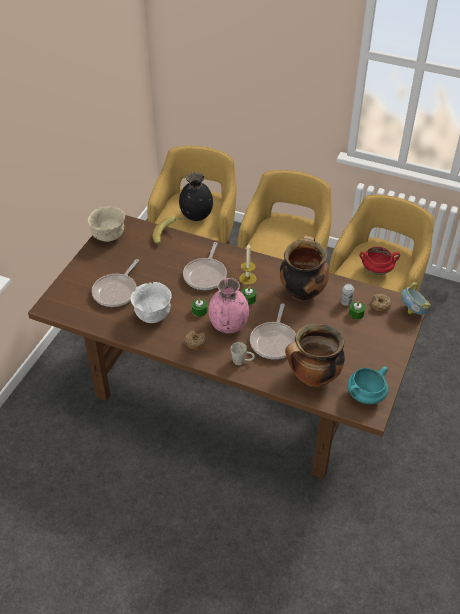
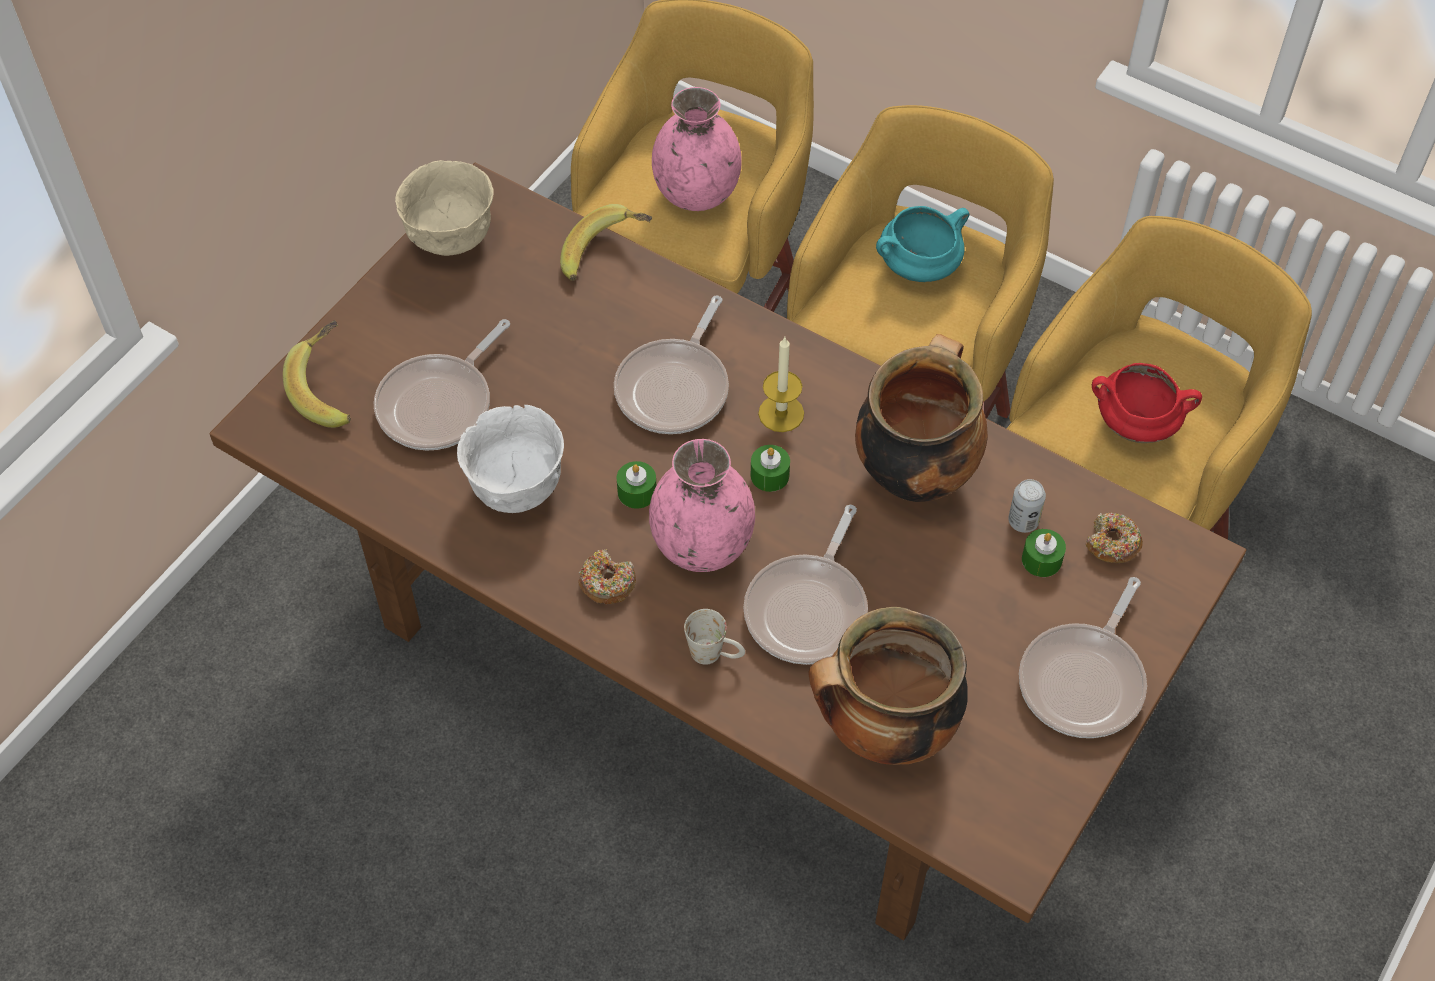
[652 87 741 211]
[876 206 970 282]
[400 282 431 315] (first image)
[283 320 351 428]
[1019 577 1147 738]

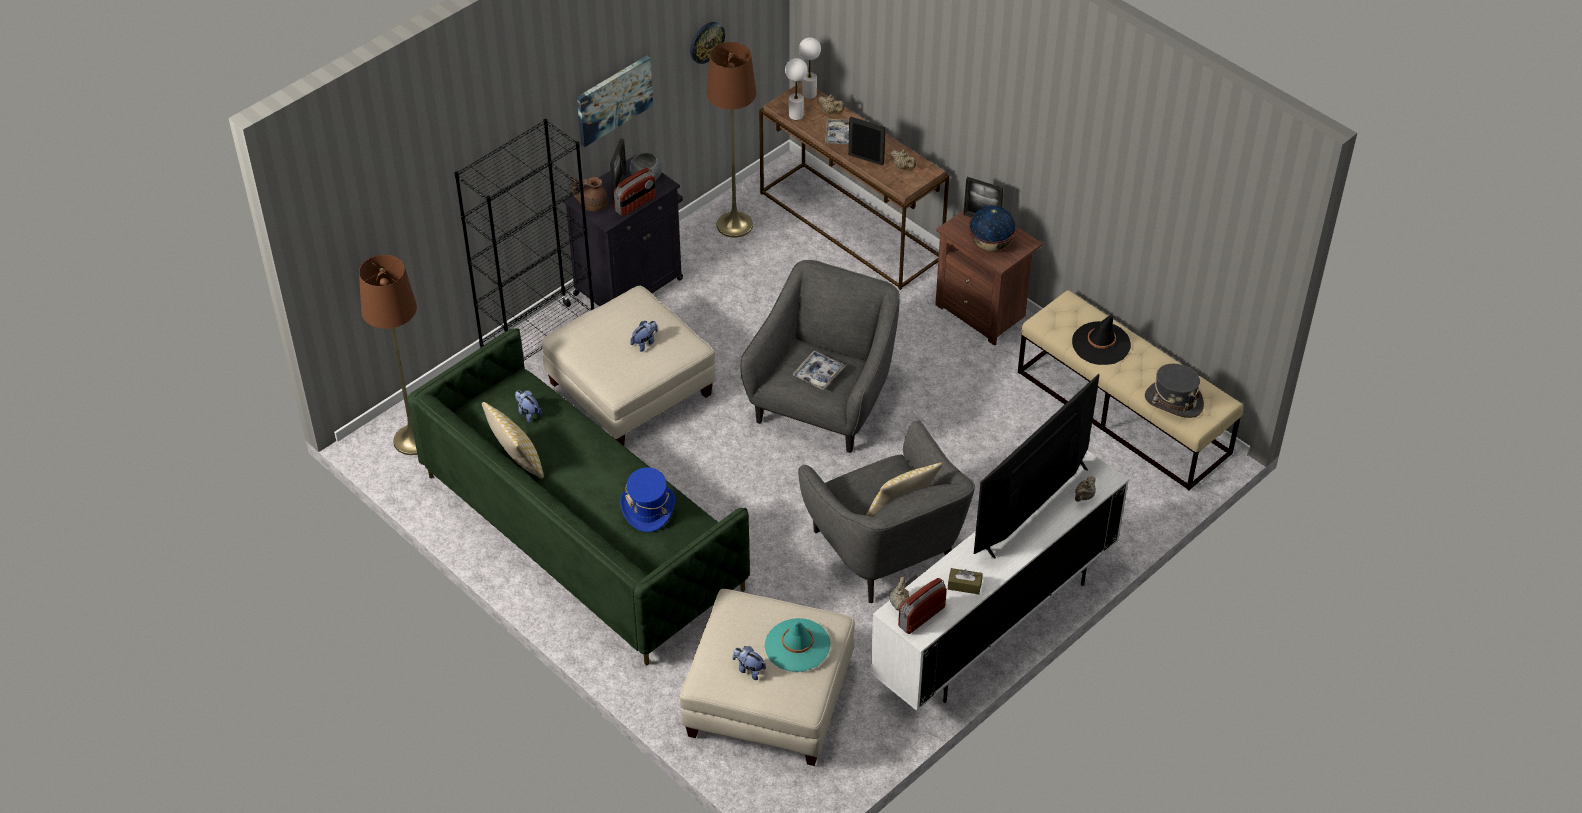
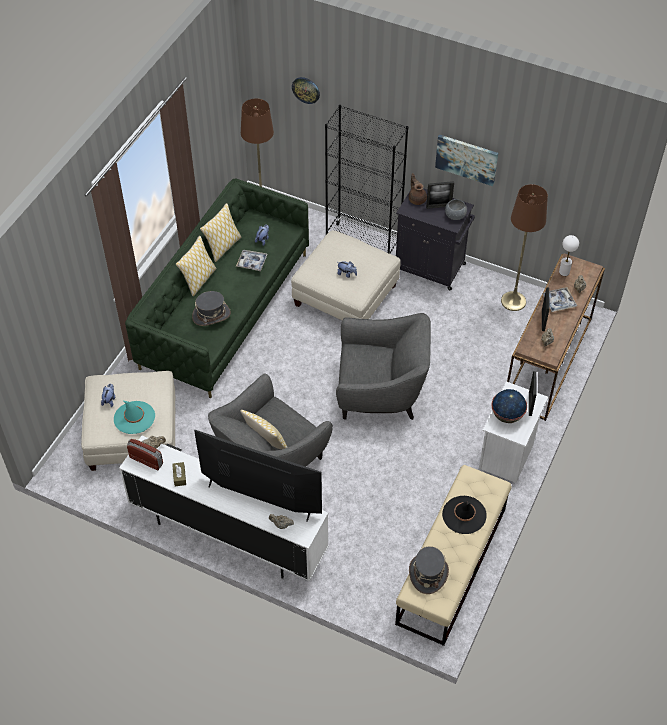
[613 168 656 216] (first image)
[192 291 231 326]
[292 77 320 104]
[236 250 268 271]
[799 37 821 99] (first image)
[478 381 548 483]
[176 236 216 296]

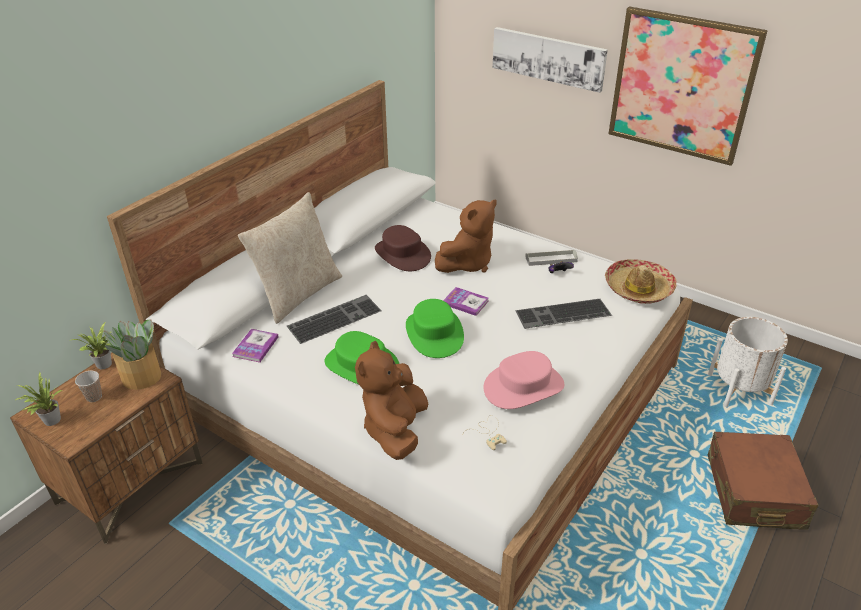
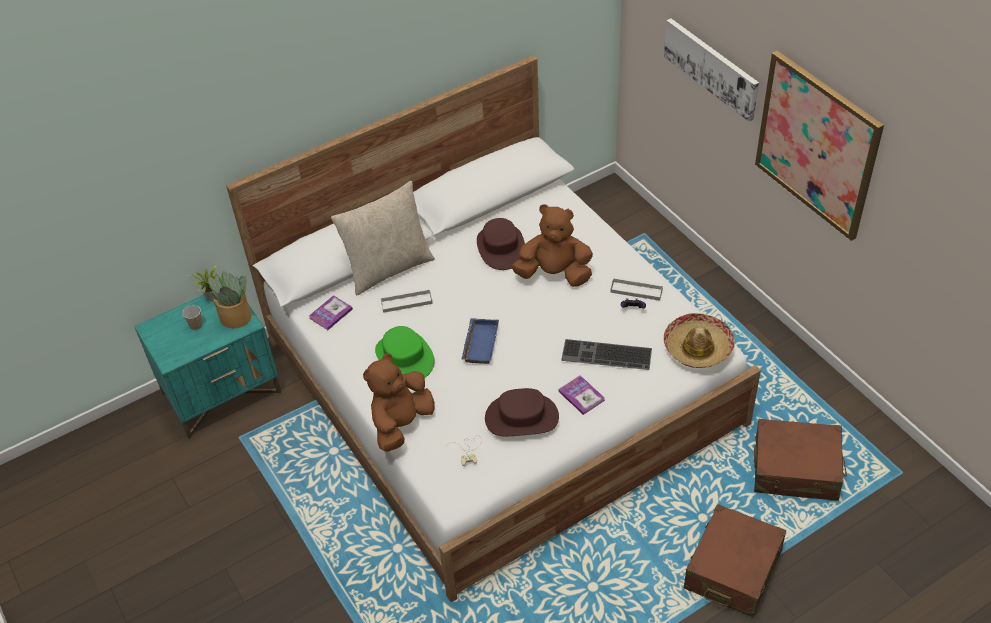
[134 295 282 439]
[15 372 62 426] (first image)
[381 289 433 313]
[462 318 499 364]
[512 204 593 287]
[558 375 605 415]
[485 388 559 436]
[754 419 847 501]

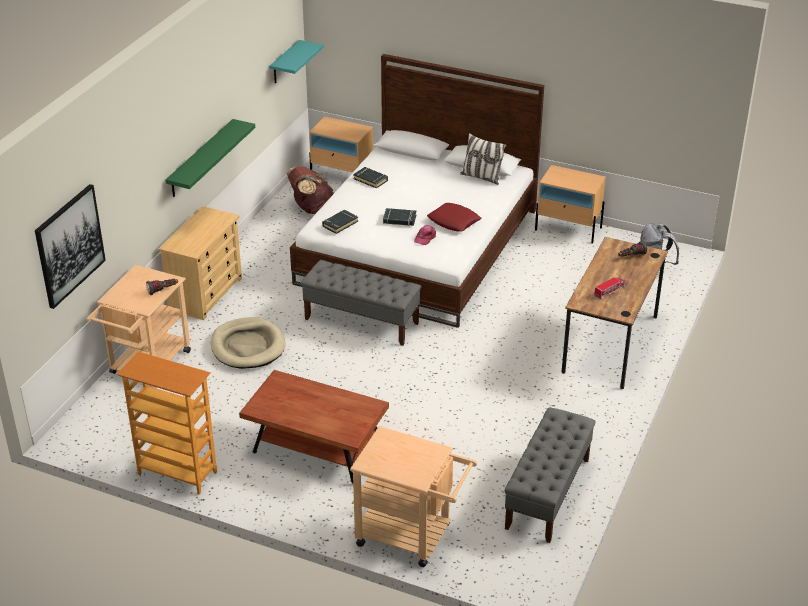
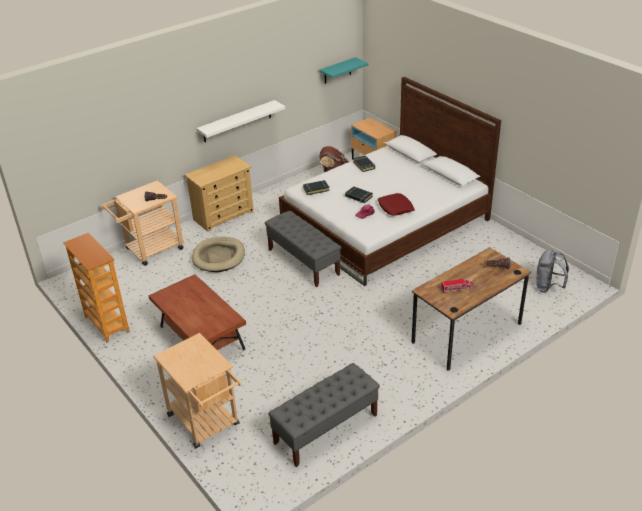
[35 184 106 309] (first image)
[196 100 285 142]
[460 133 506 185] (first image)
[535 165 606 243] (first image)

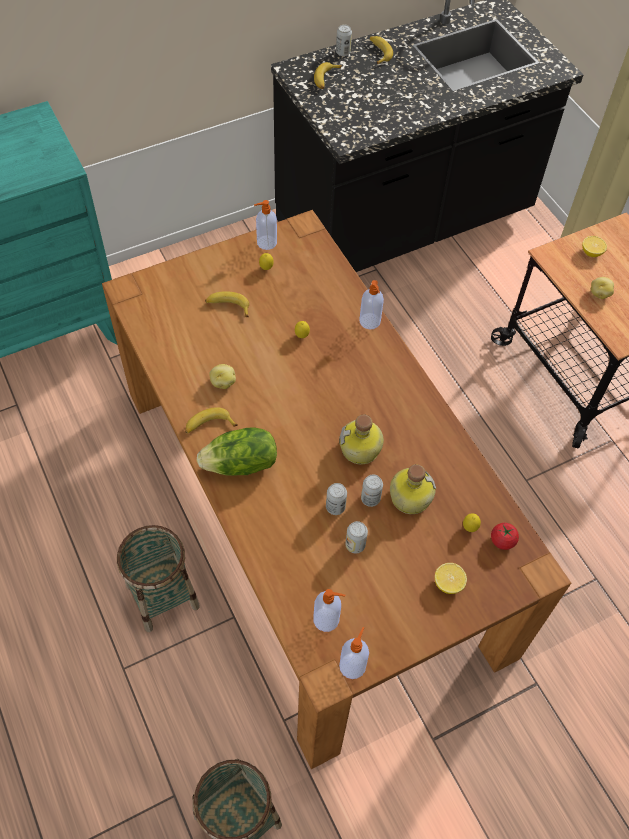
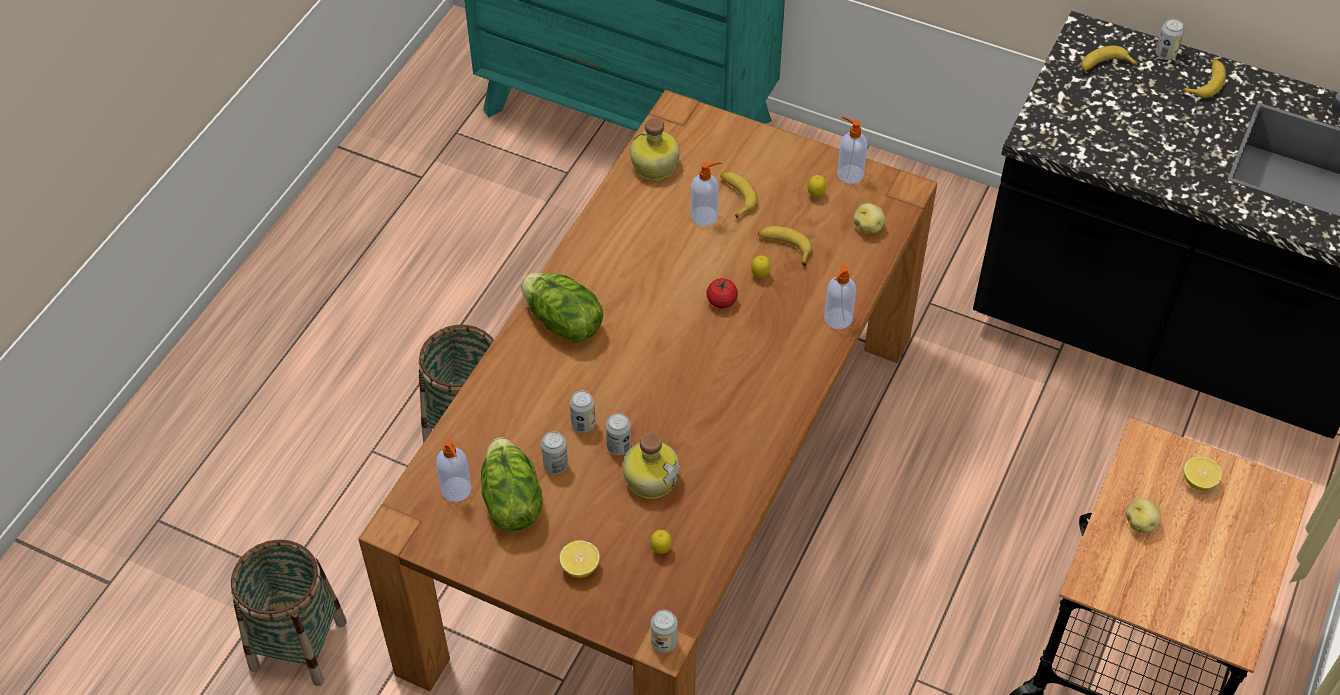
[758 226 812 266]
[853 203 885 234]
[630 118 680 180]
[691 162 722 226]
[706 278 738 308]
[481 437 543 531]
[651 610 678 653]

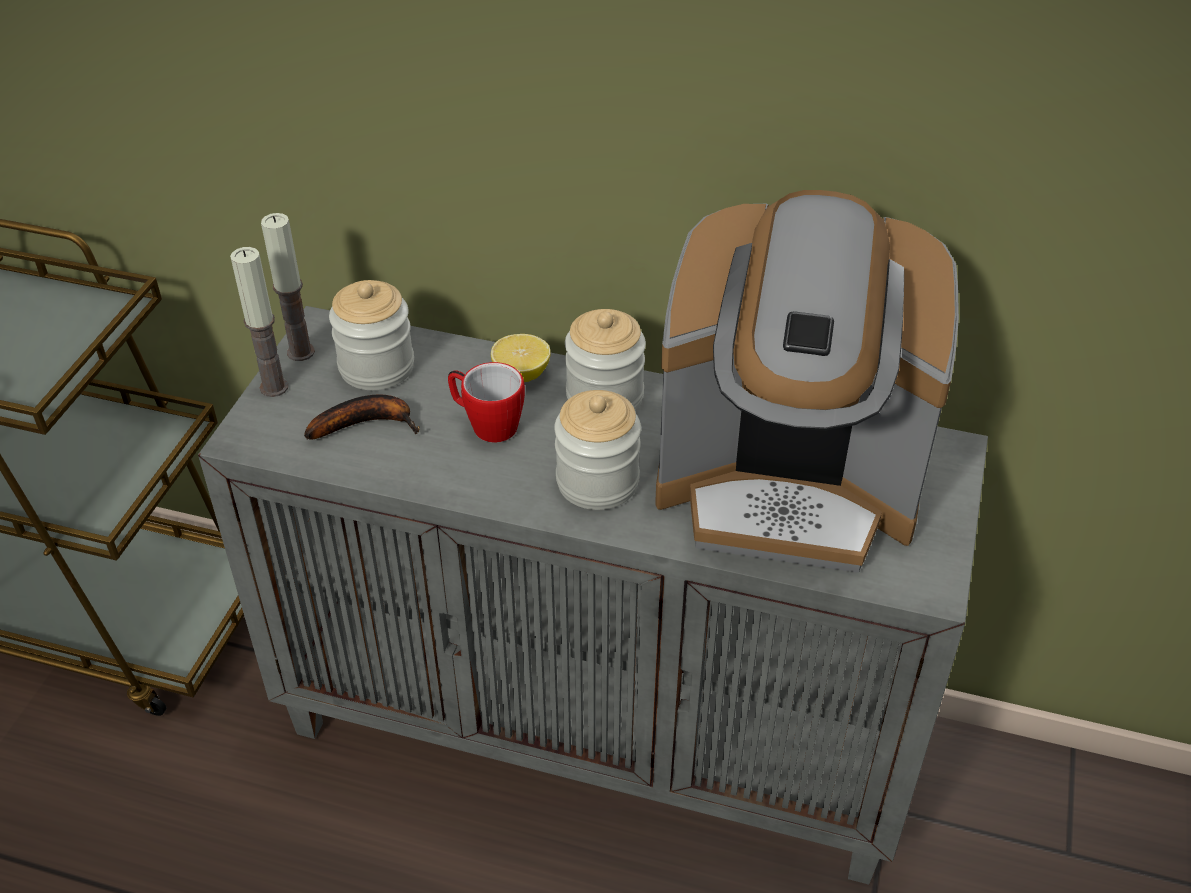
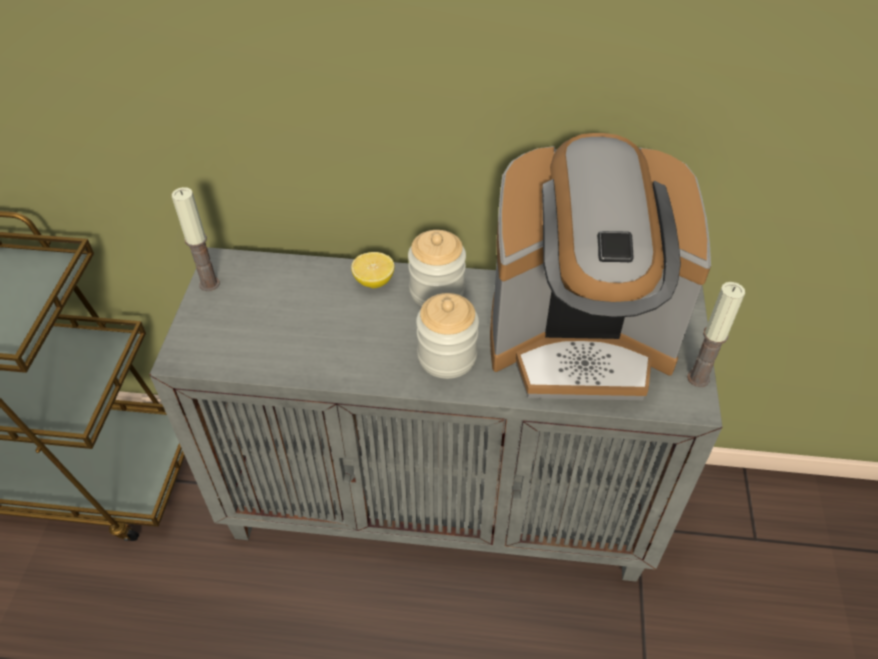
[687 282 745 387]
[304 395 420 440] (first image)
[329 280 414 390] (first image)
[448 362 525 442] (first image)

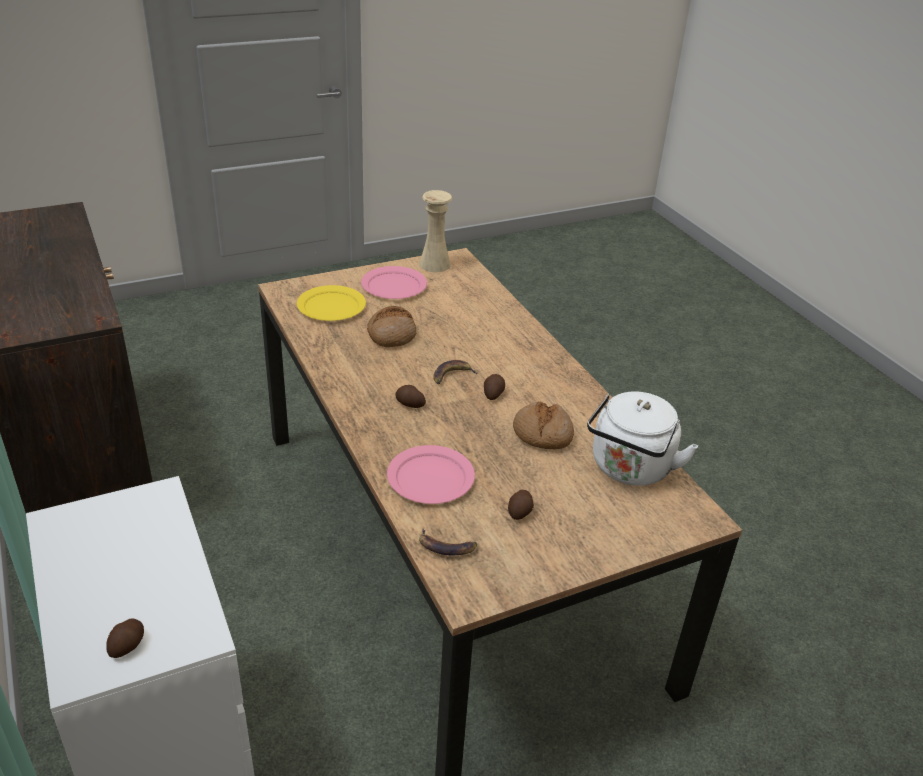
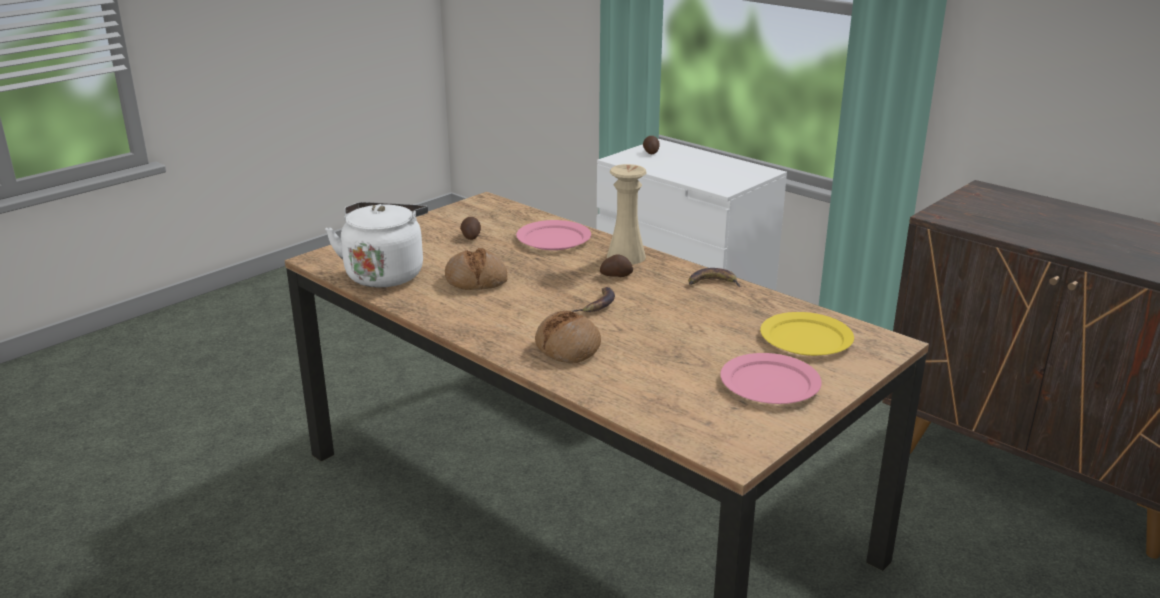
[535 311 601 363]
[607 164 646 265]
[688 268 742 287]
[484 374 505 400] (first image)

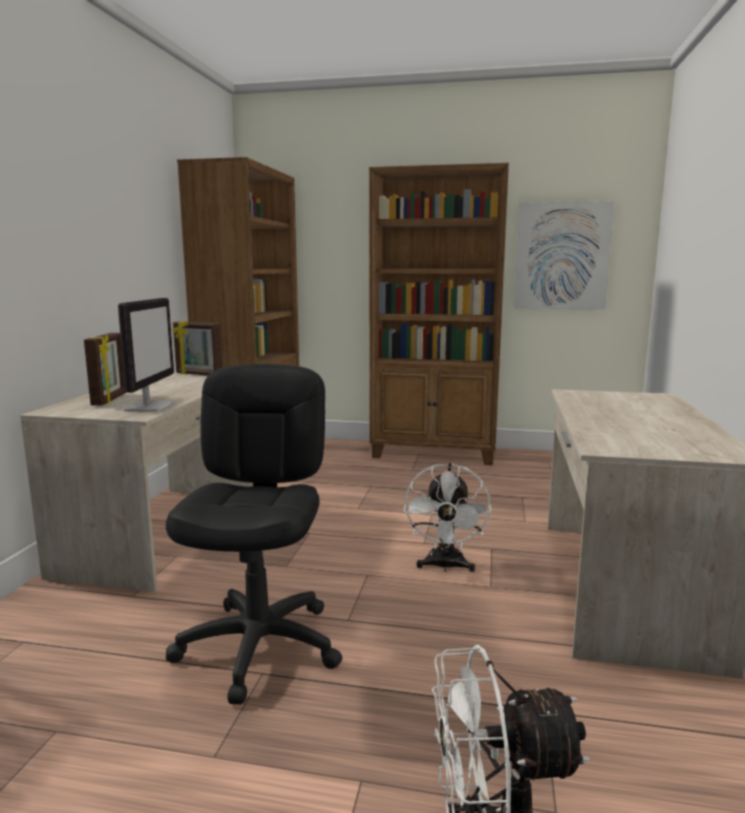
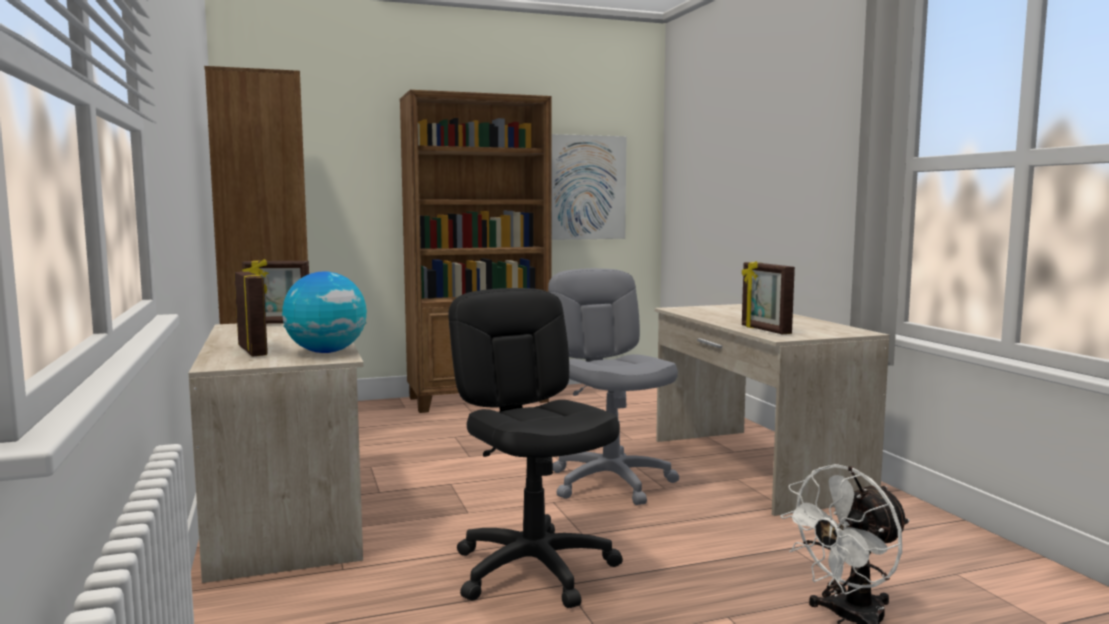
[282 272 367 353]
[548 268 679 505]
[742 261 795 334]

